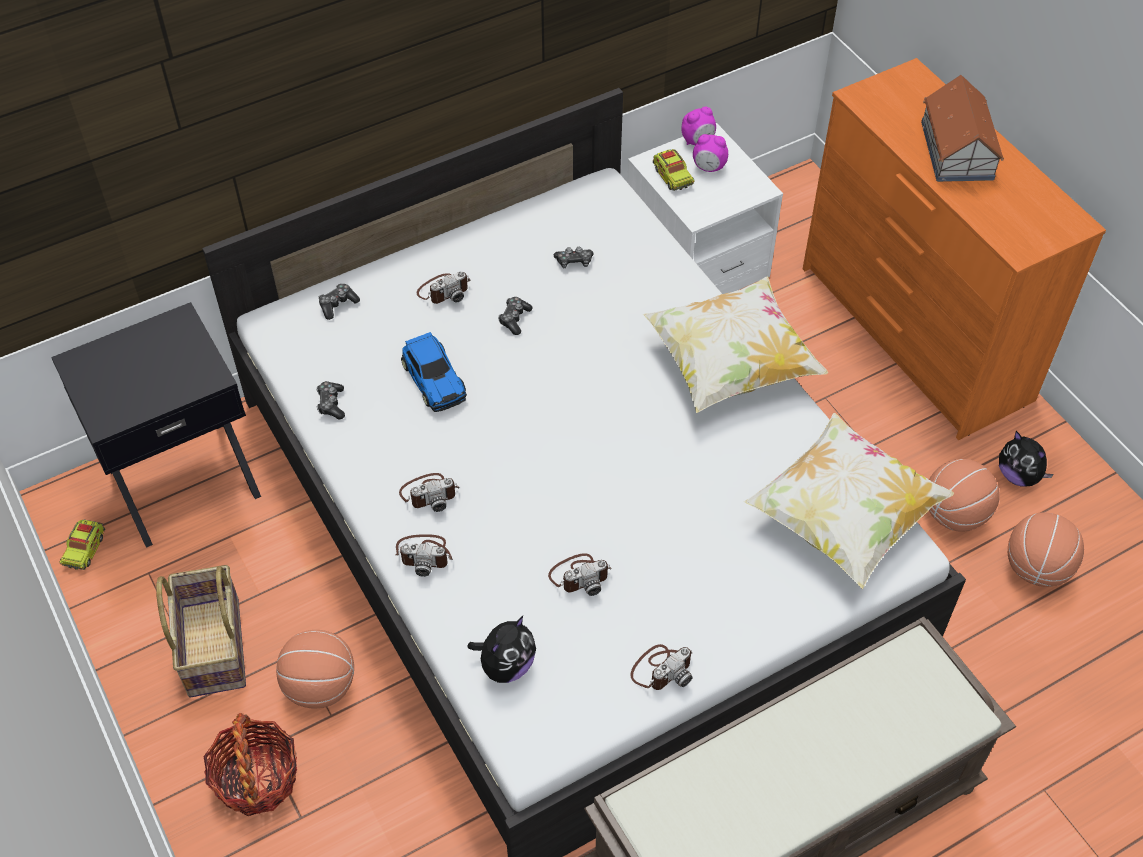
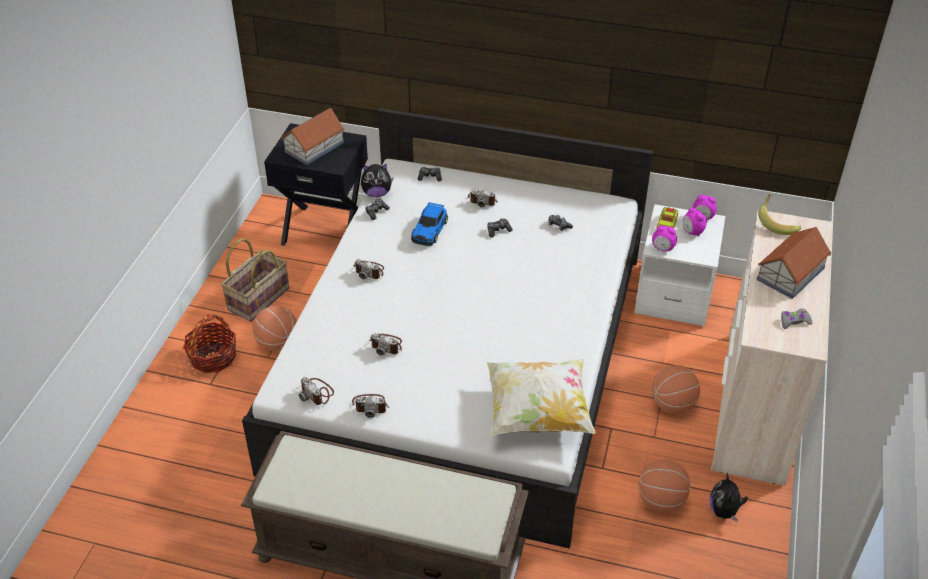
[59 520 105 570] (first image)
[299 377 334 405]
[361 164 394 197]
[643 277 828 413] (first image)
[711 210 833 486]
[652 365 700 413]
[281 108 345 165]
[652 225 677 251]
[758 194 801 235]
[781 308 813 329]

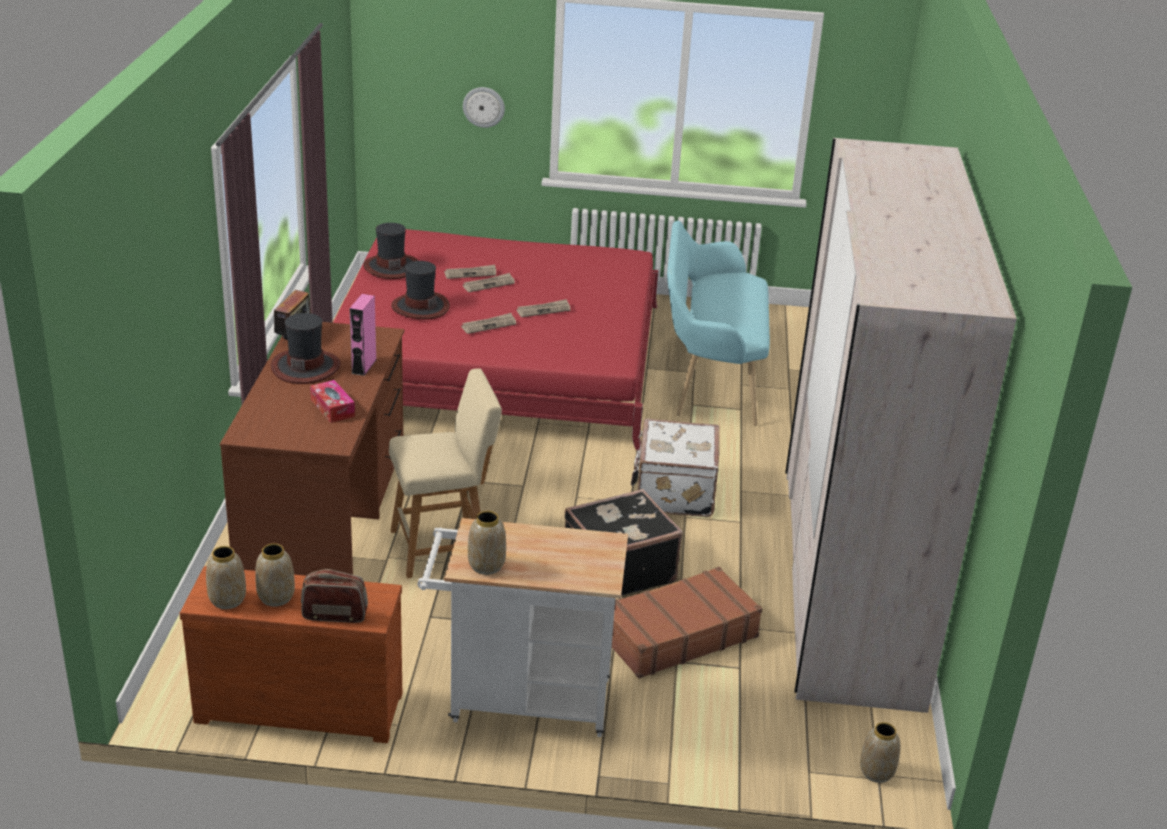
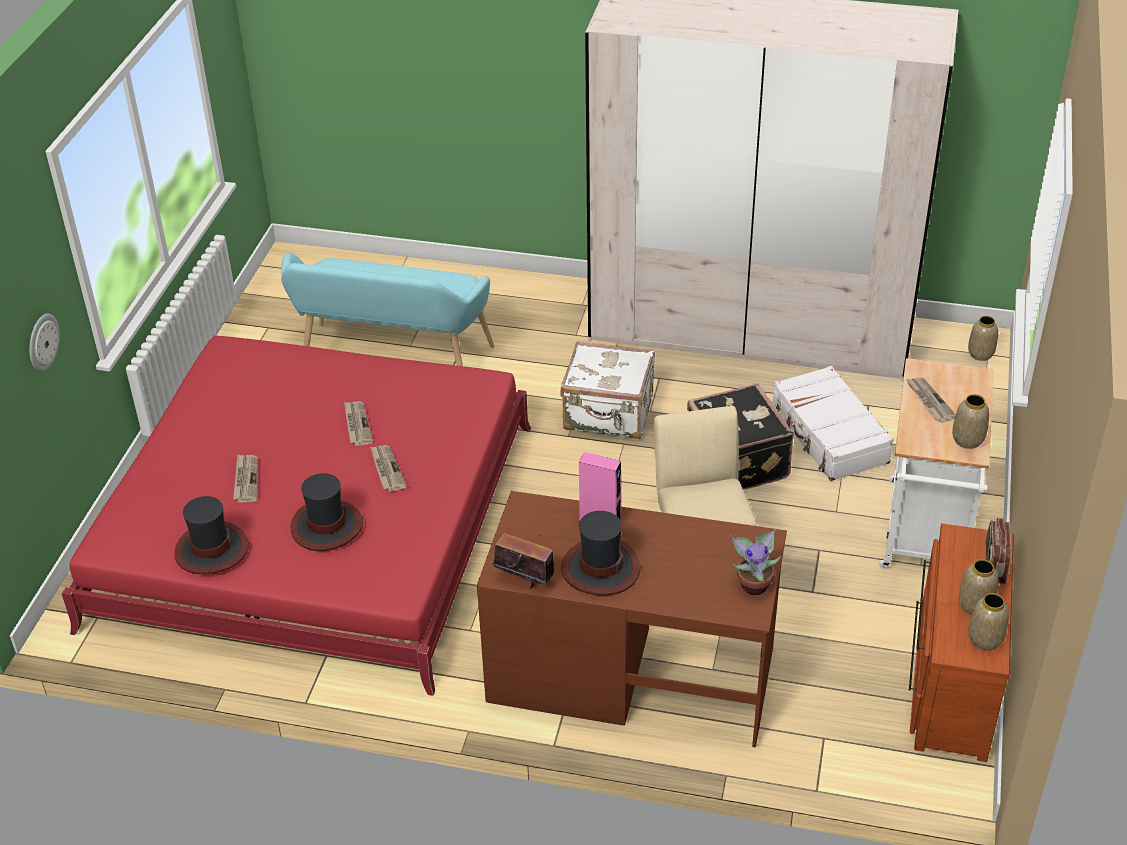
[310 380 355 423] (first image)
[906 377 956 423]
[772 366 894 481]
[730 528 781 595]

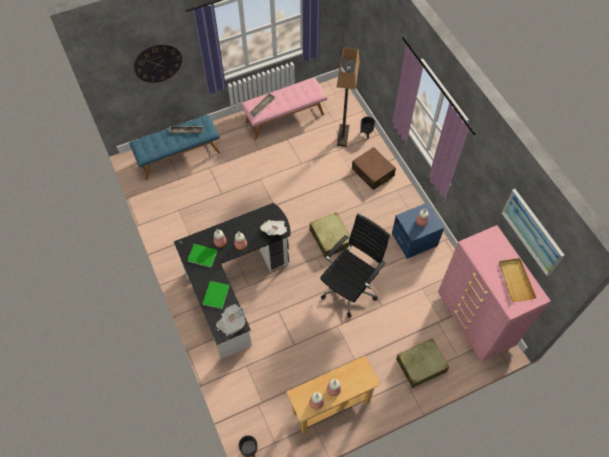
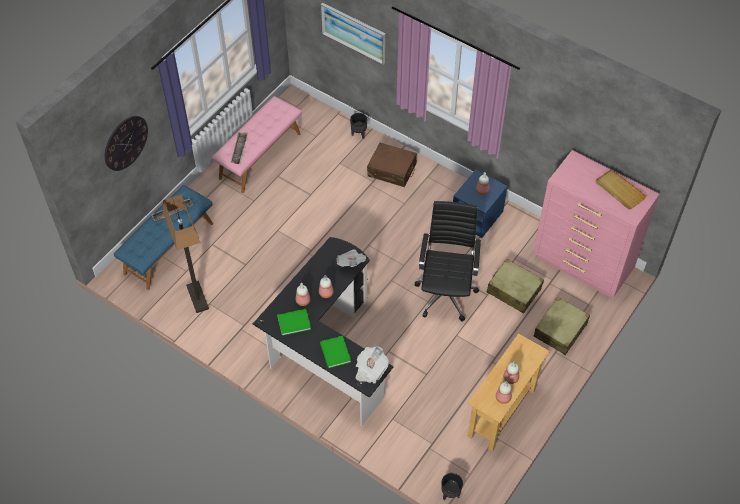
[487 259 544 314]
[163 195 209 313]
[321 3 385 65]

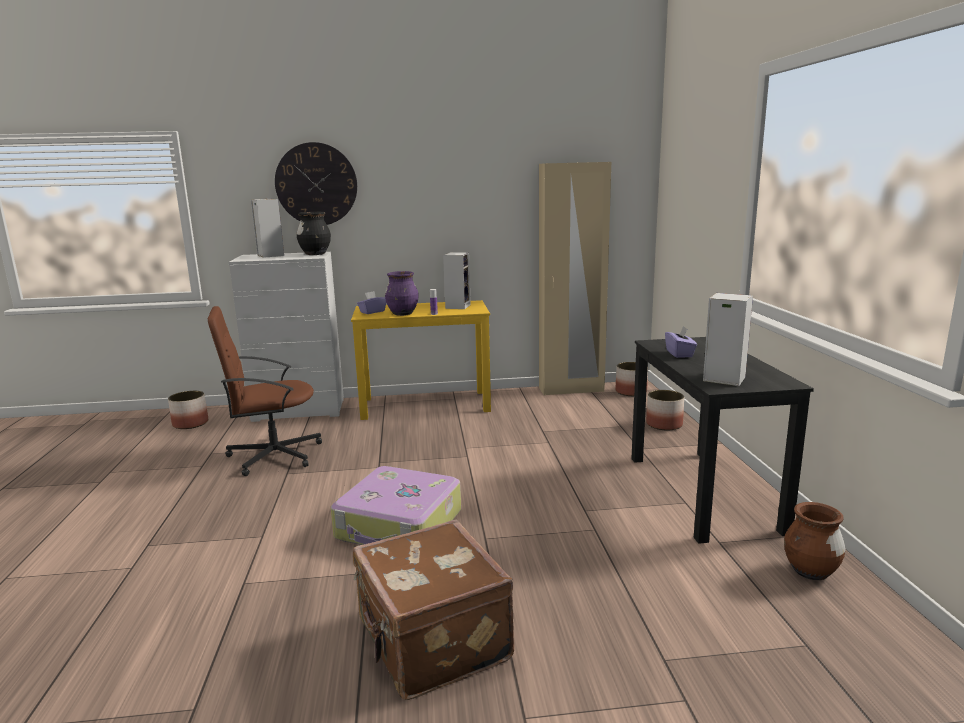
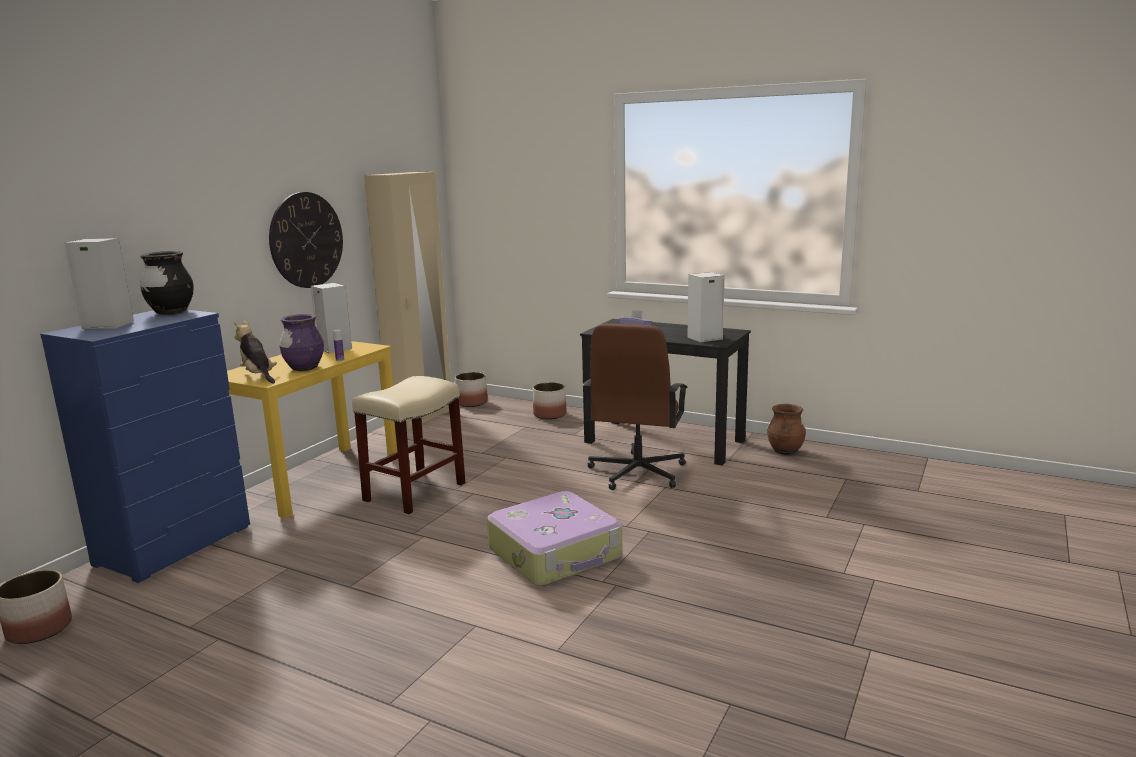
[583 324 688 490]
[40 310 250 583]
[269 192 343 288]
[353 520 514 700] (first image)
[234 321 277 384]
[352 376 466 515]

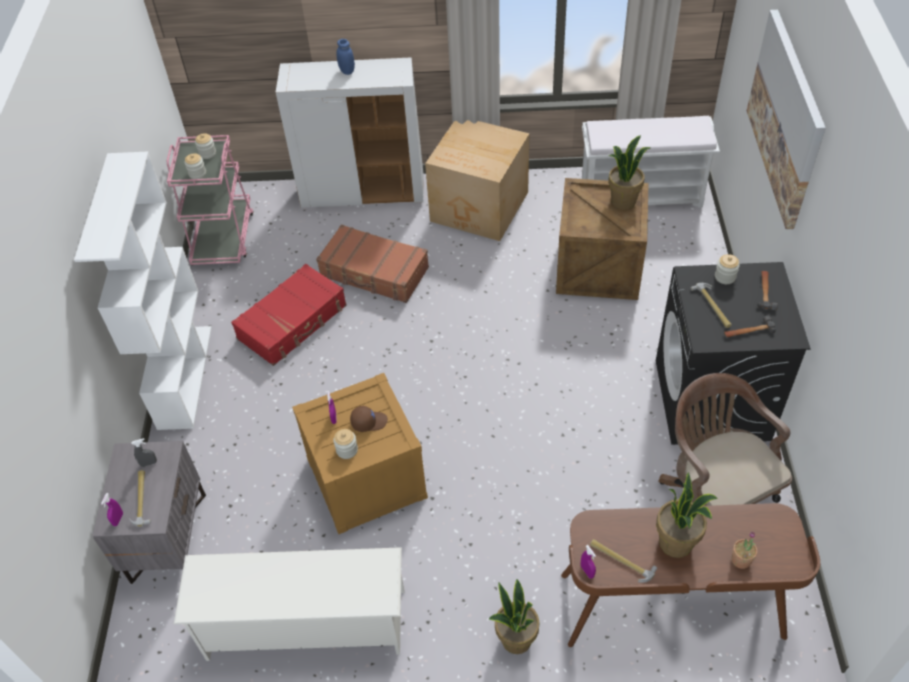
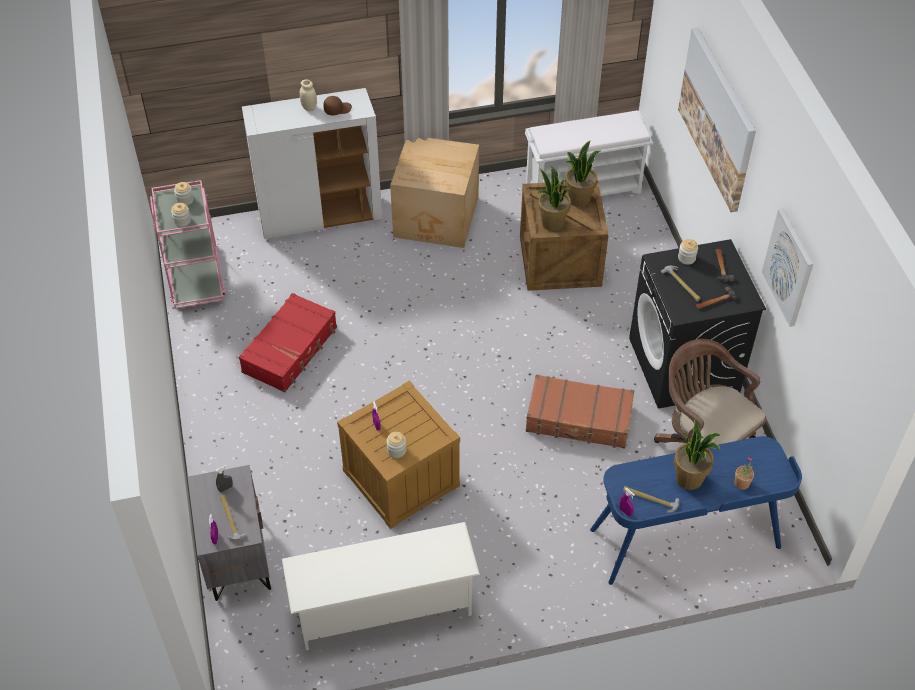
[74 152 212 430] (first image)
[526 374 634 448]
[300 79 317 111]
[323 96 352 115]
[537 167 571 231]
[590 436 802 585]
[762 208 813 327]

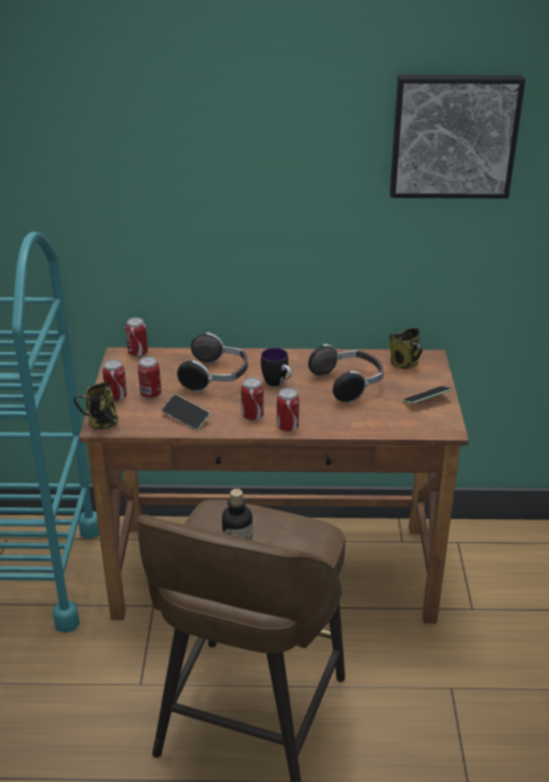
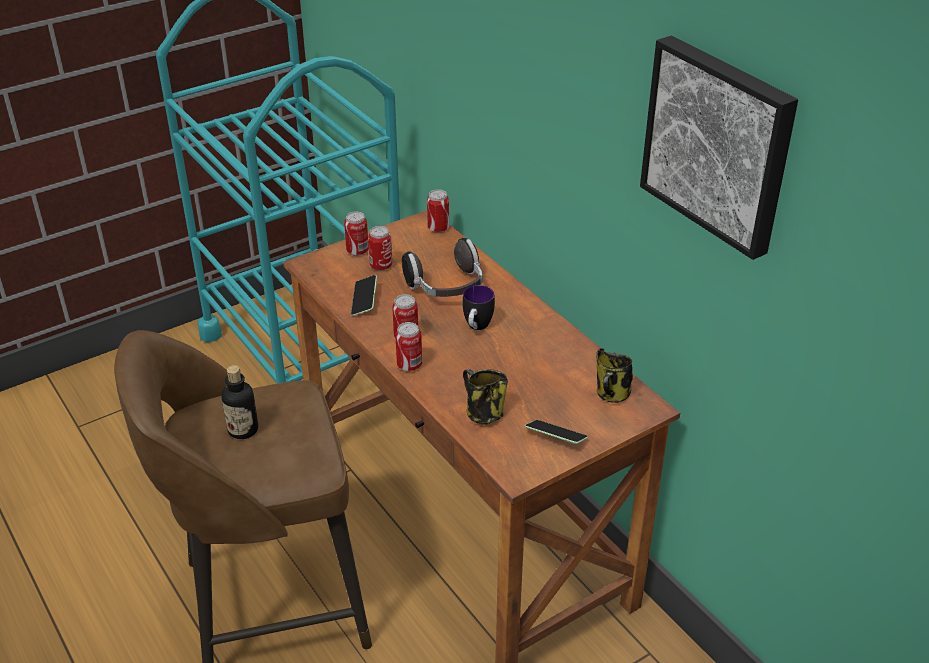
[463 369 508 425]
[308 344 384 403] (first image)

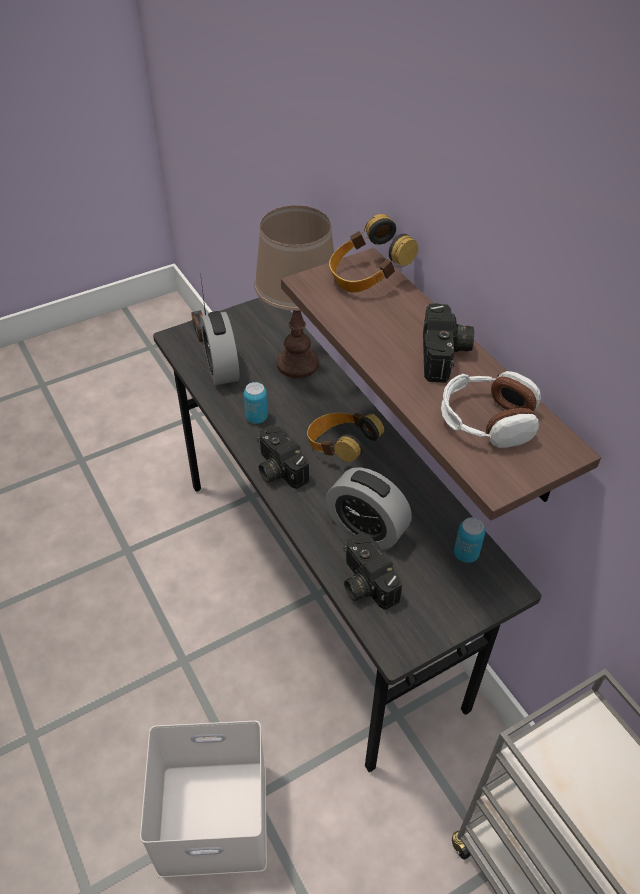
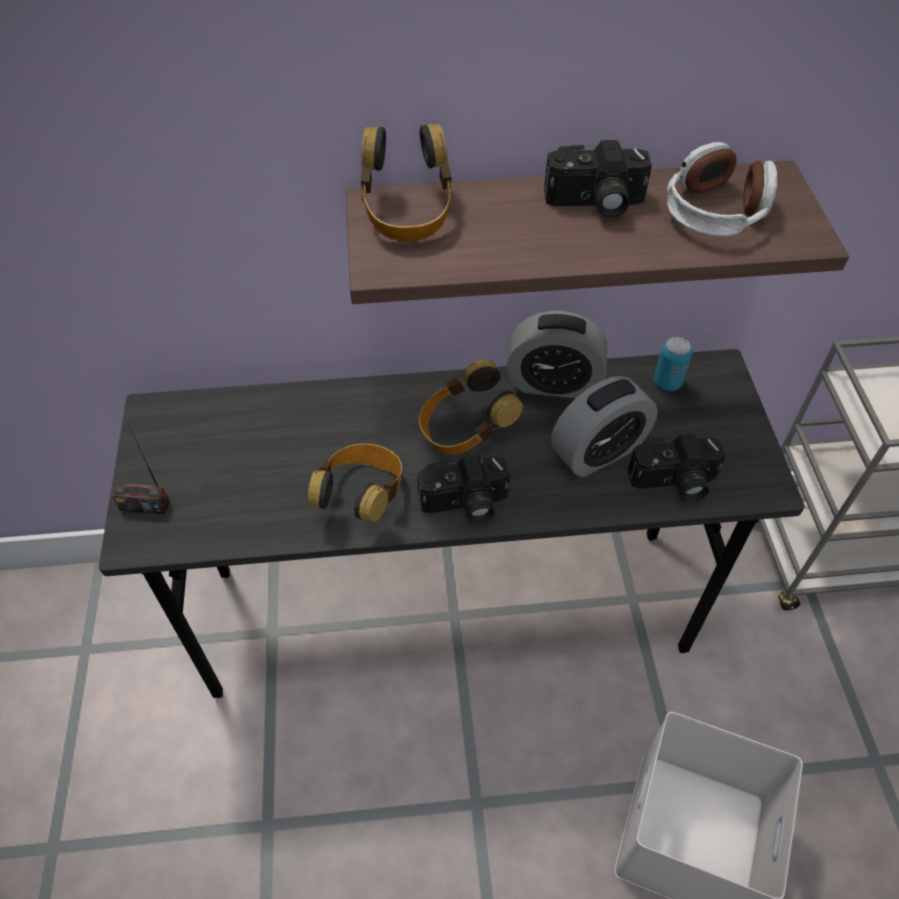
[507 311 607 399]
[308 444 402 522]
[254 205 334 378] (first image)
[544 140 652 218]

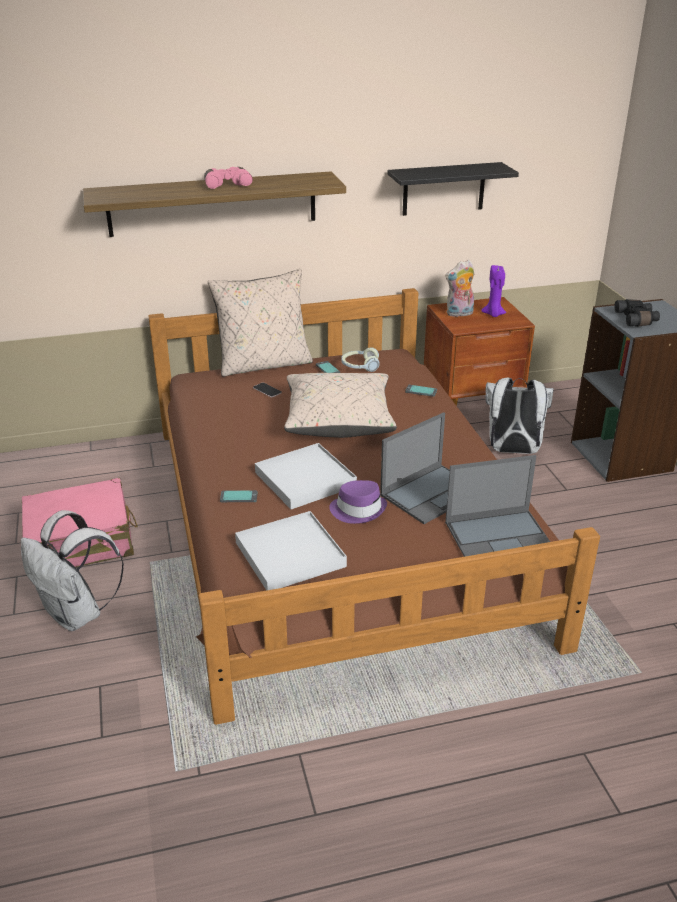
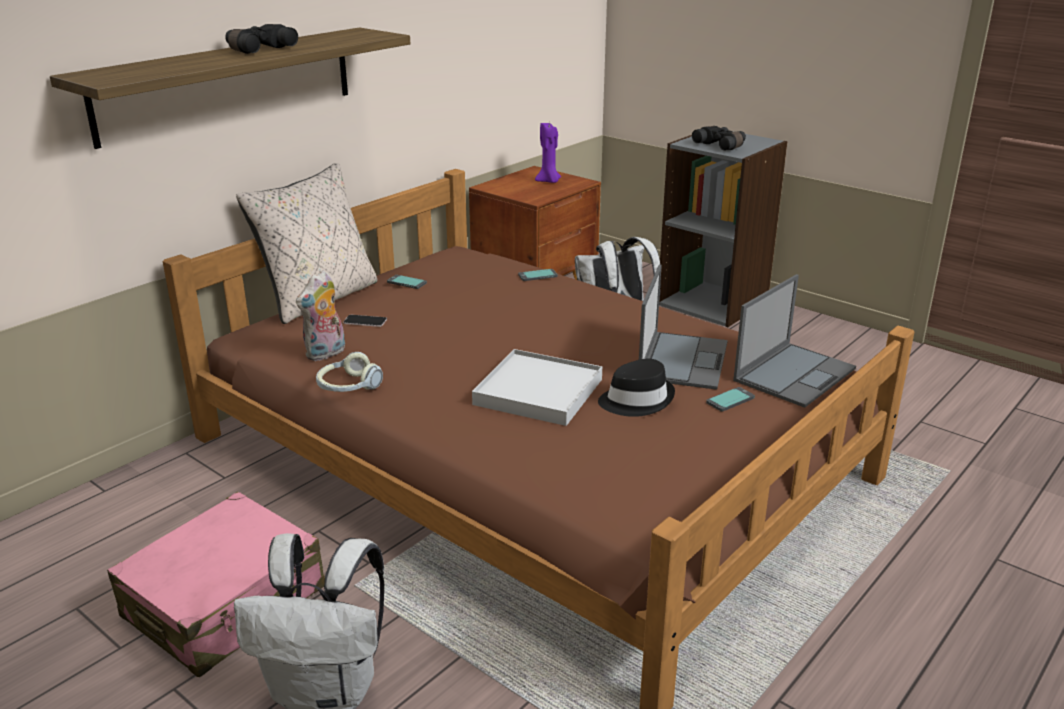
[225 24 298 54]
[706 387 755 412]
[235 511 347 591] (first image)
[284 373 397 438] (first image)
[598 359 675 417]
[316 352 383 392]
[387 162 519 216] (first image)
[296 270 345 361]

